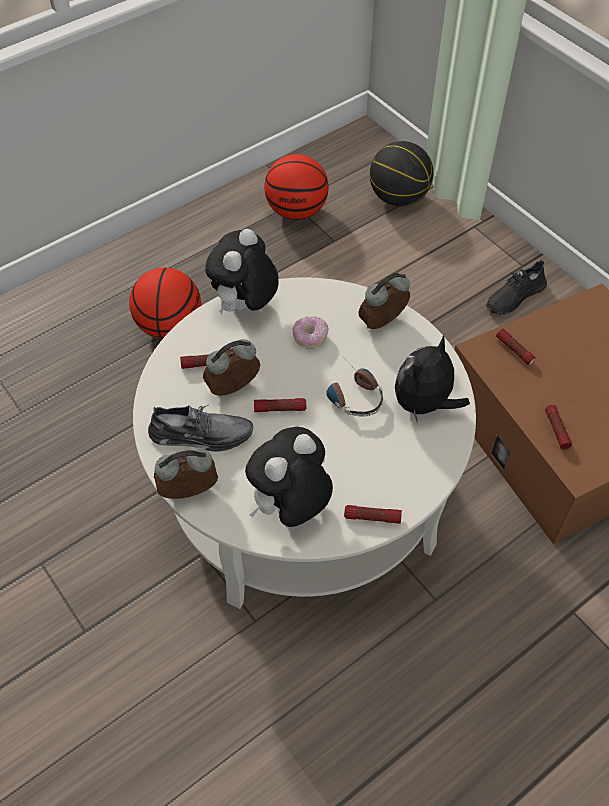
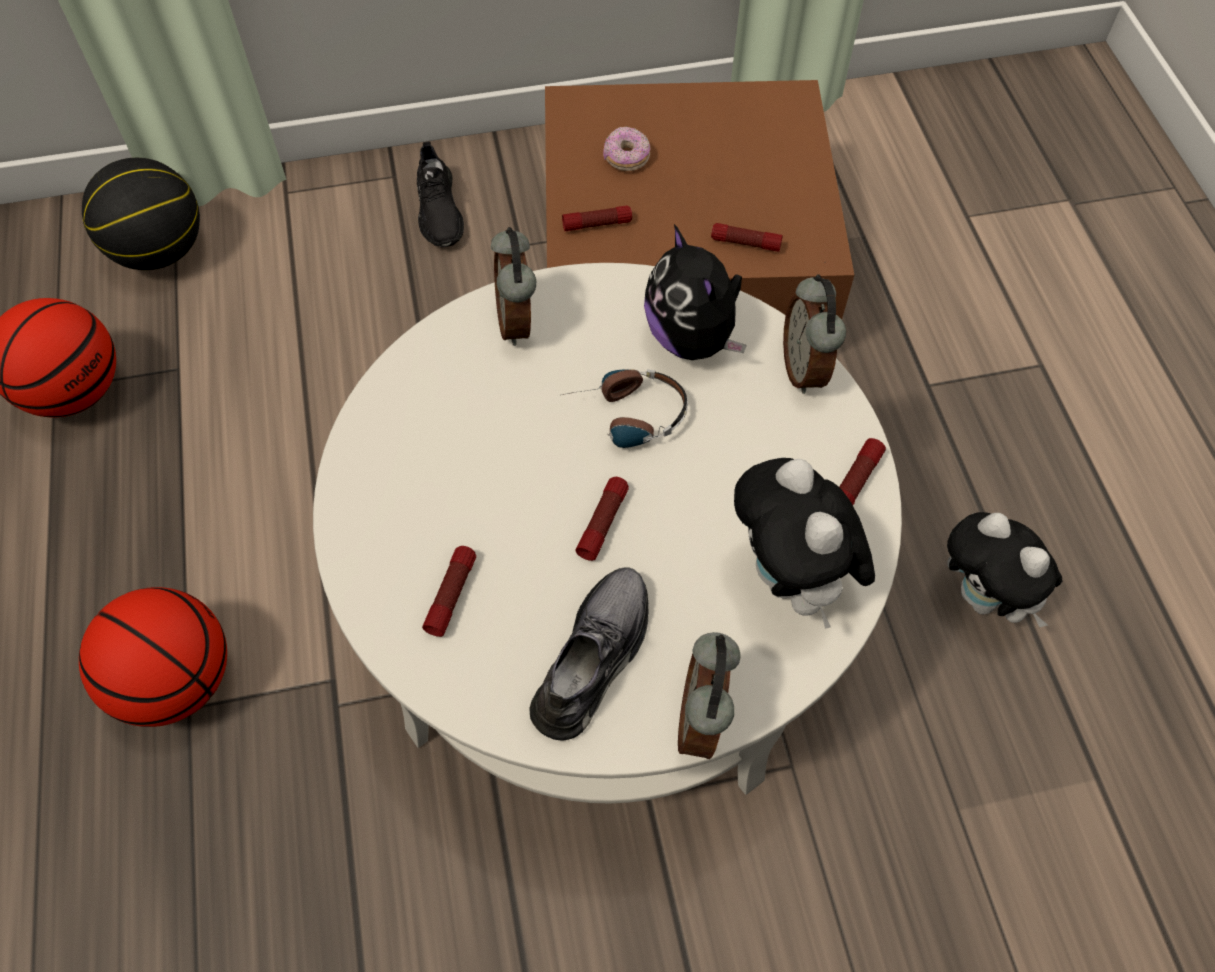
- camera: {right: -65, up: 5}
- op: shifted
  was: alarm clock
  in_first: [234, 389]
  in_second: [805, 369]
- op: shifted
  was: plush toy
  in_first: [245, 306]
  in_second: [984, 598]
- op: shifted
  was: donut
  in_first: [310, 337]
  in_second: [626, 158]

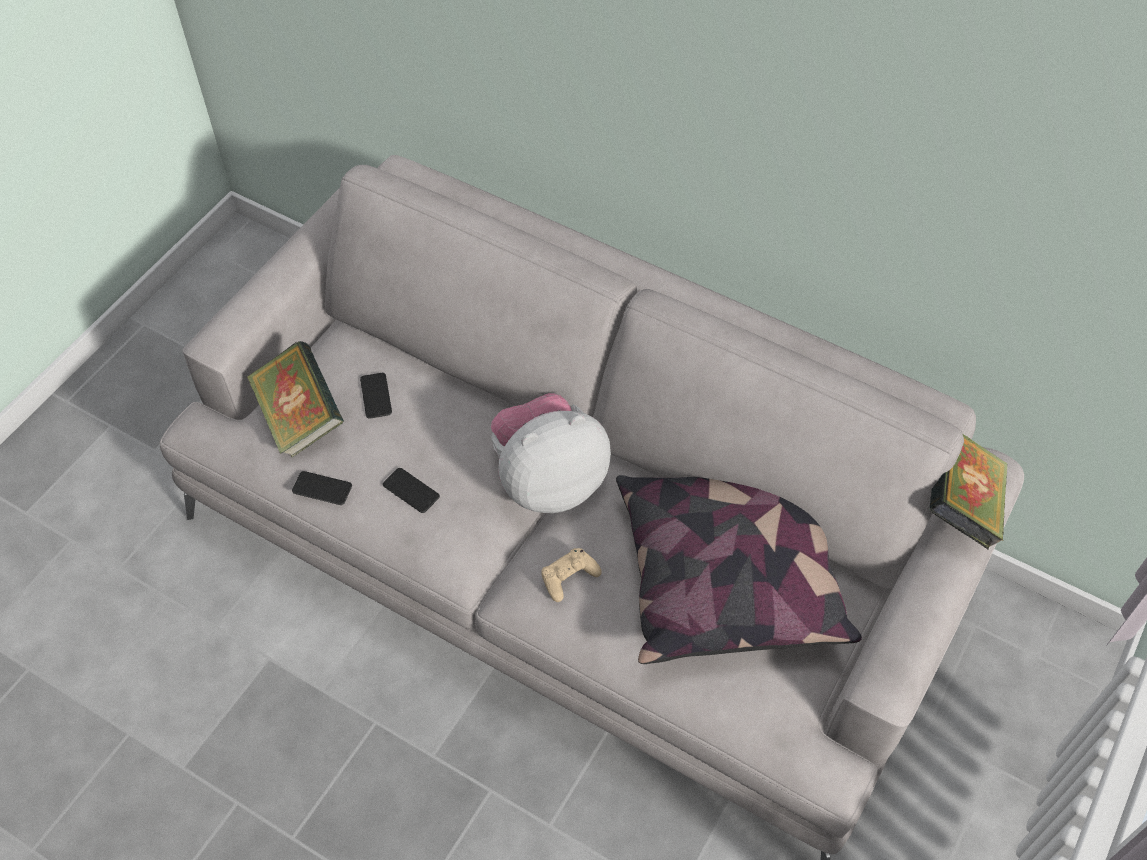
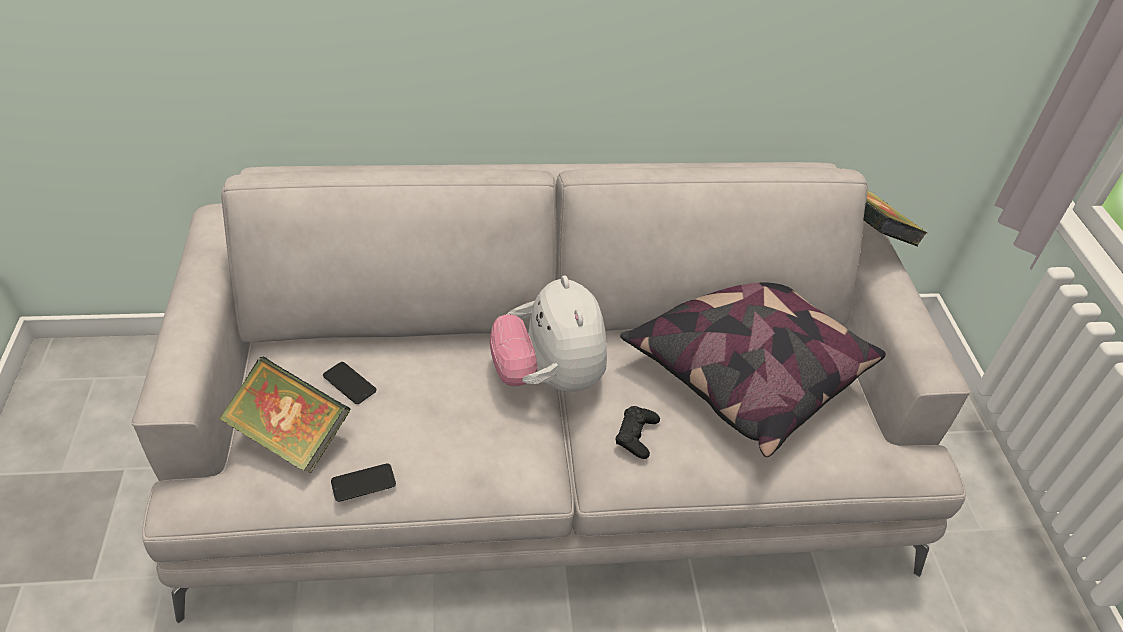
- camera: {right: -40, up: -10}
- op: gone
  was: phone
  in_first: [411, 491]
- op: rotated
  was: plush toy
  in_first: [548, 480]
  in_second: [548, 377]
  clockwise: -45
- op: repainted
  was: beige game controller
  now: black game controller
  in_first: [569, 577]
  in_second: [636, 435]

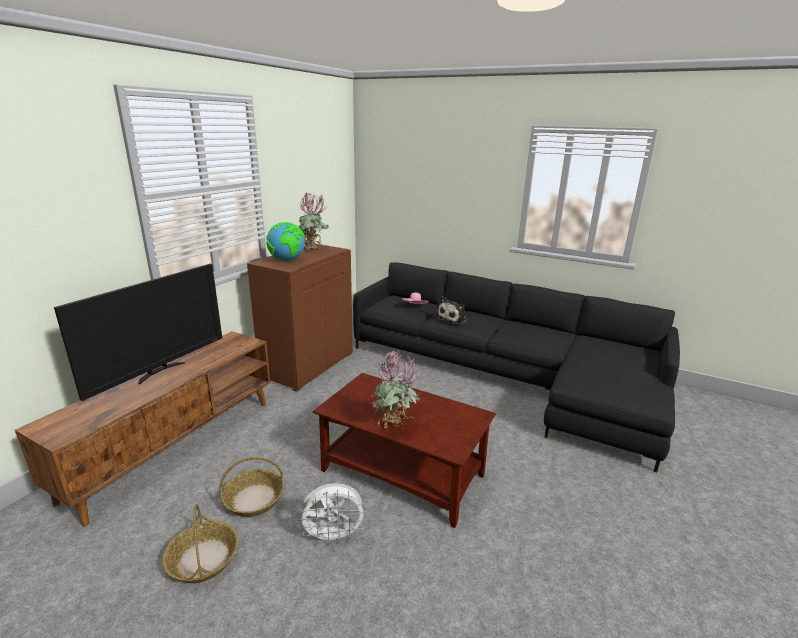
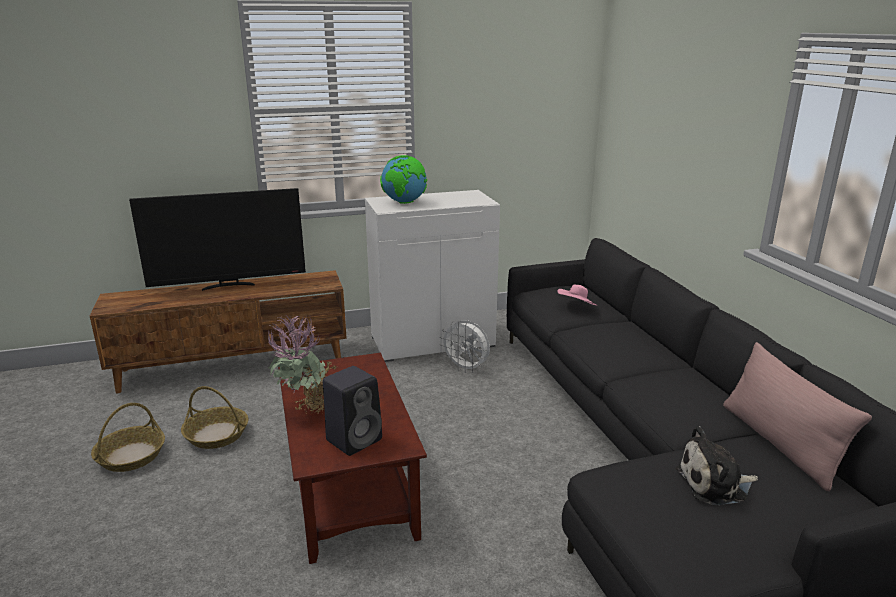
- camera: {right: 45, up: 0}
- op: repainted
  was: brown cabinet
  now: white cabinet
  in_first: [308, 365]
  in_second: [432, 341]
- op: shifted
  was: white fan
  in_first: [334, 536]
  in_second: [466, 368]
- op: gone
  was: potted plant
  in_first: [314, 250]
- op: shifted
  was: plush toy
  in_first: [453, 319]
  in_second: [715, 484]
- op: new
  now: black speaker
  in_second: [355, 439]
- op: new
  now: pink pillow
  in_second: [779, 443]

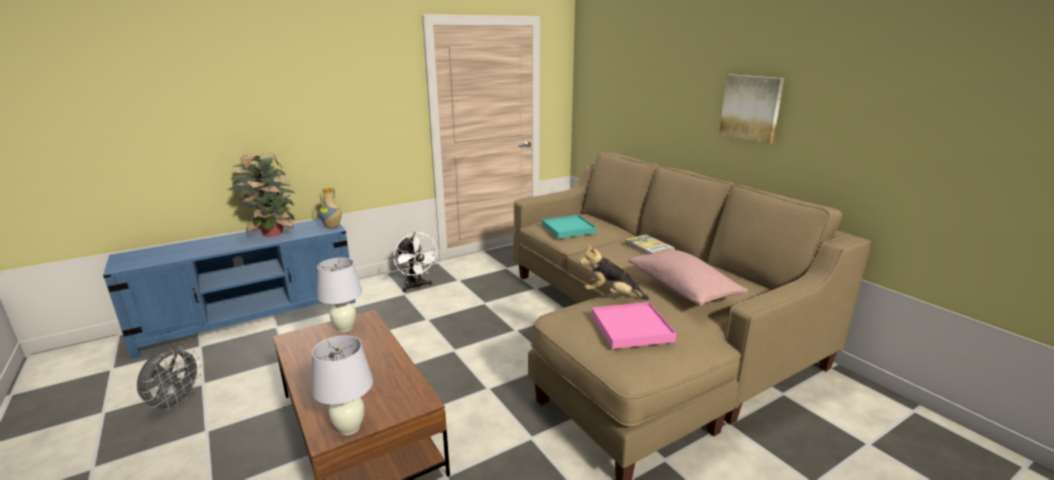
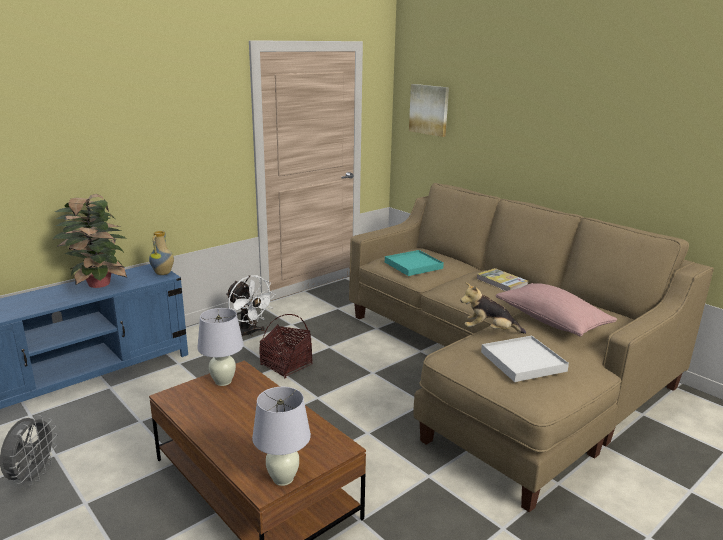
- camera: {right: -10, up: 0}
- op: repainted
  was: pink tray
  now: white tray
  in_first: [631, 328]
  in_second: [523, 361]
- op: shifted
  was: picture
  in_first: [751, 107]
  in_second: [429, 109]
- op: new
  now: basket
  in_second: [286, 365]

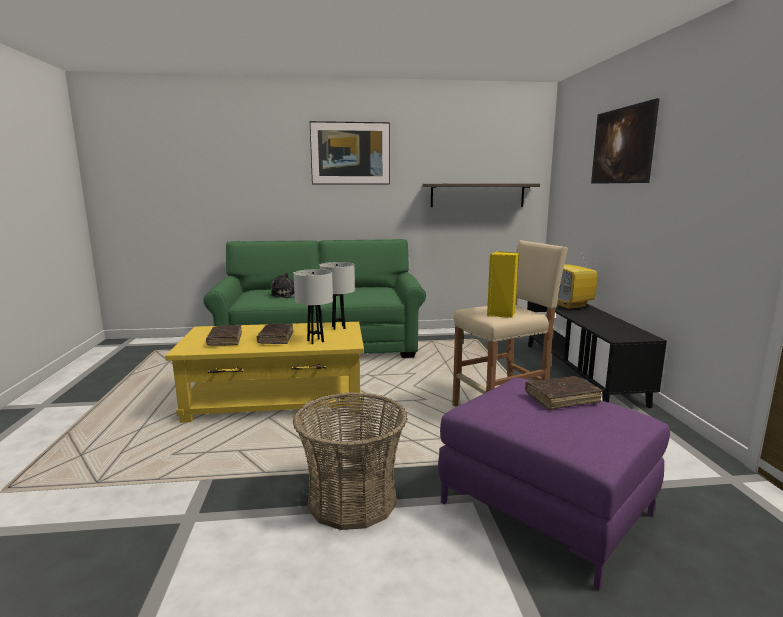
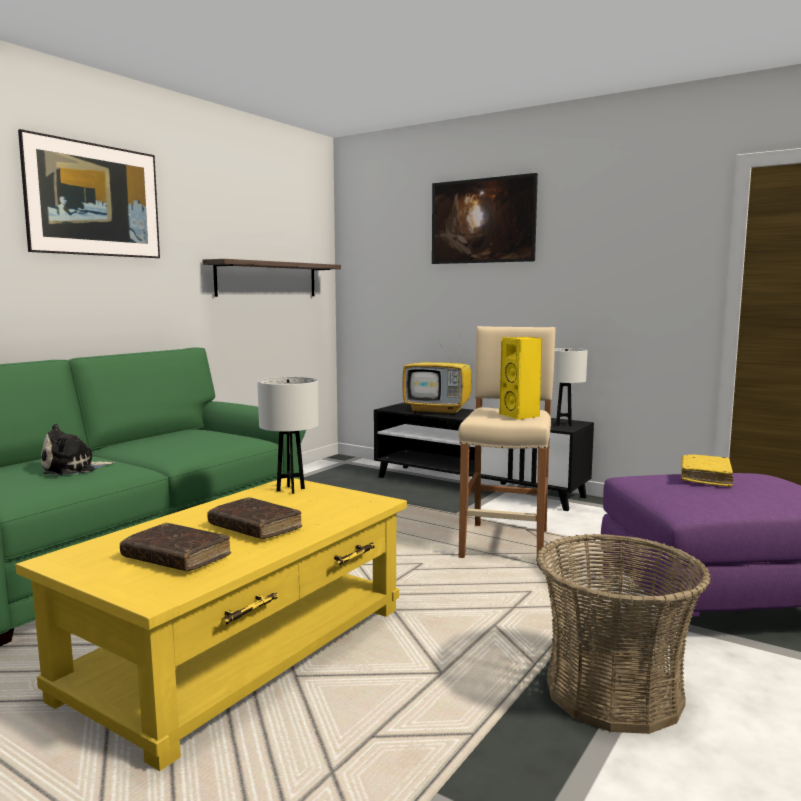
- camera: {right: -50, up: -5}
- op: shifted
  was: white table lamp
  in_first: [315, 341]
  in_second: [564, 424]
- op: repainted
  was: brown book
  now: yellow book
  in_first: [562, 398]
  in_second: [705, 477]

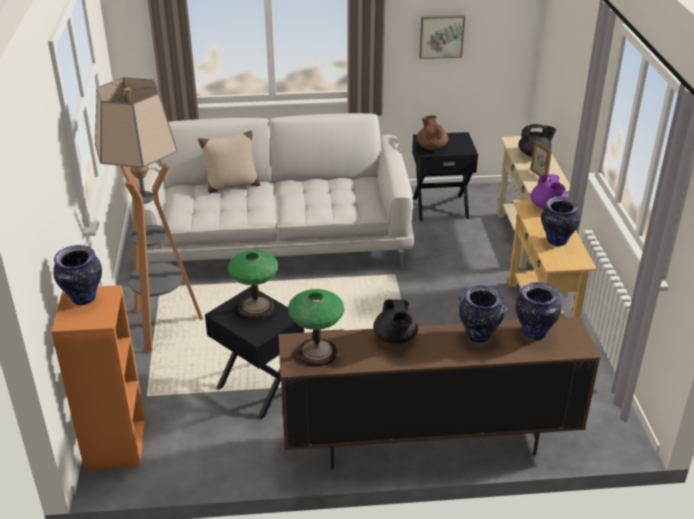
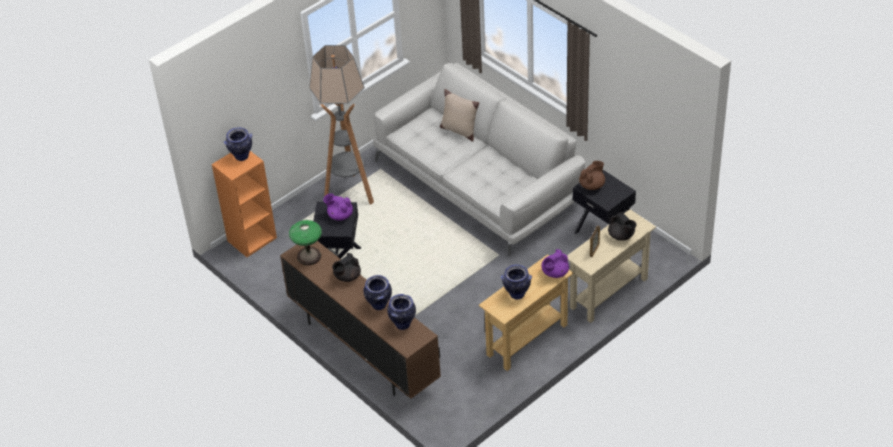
- camera: {right: 55, up: 10}
- op: swapped
  was: table lamp
  now: purple teapot
  in_first: [255, 308]
  in_second: [340, 215]
- op: gone
  was: picture
  in_first: [441, 36]

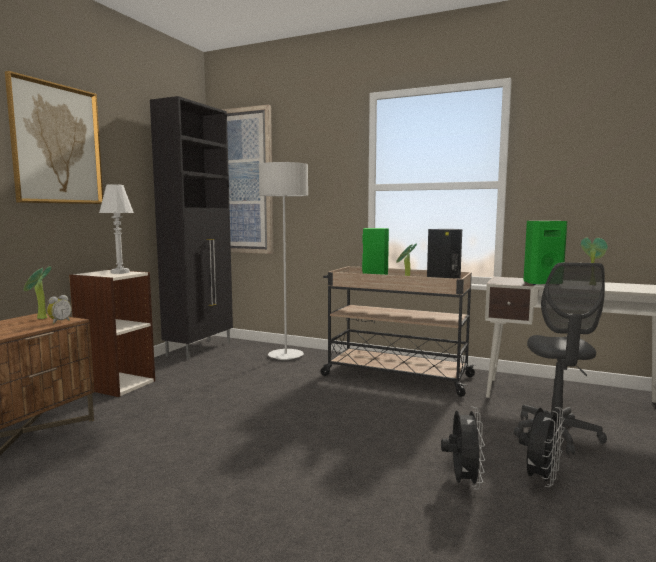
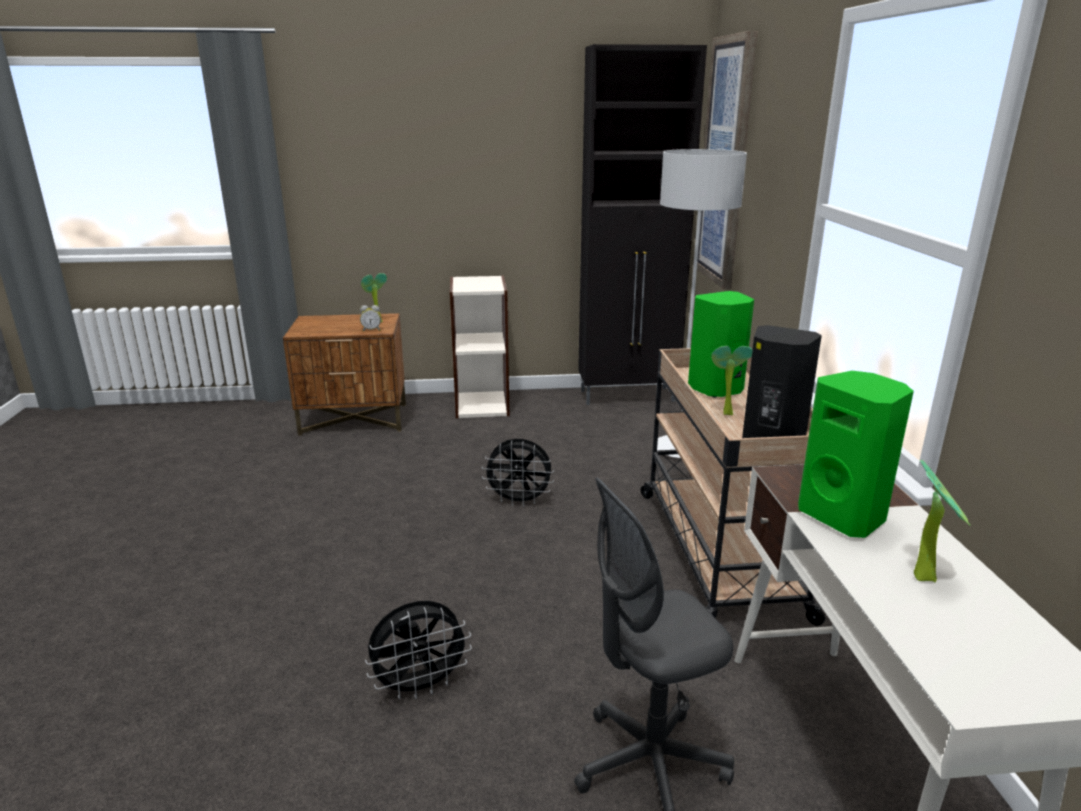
- camera: {right: 60, up: 15}
- op: gone
  was: picture
  in_first: [57, 144]
- op: gone
  was: white table lamp
  in_first: [120, 272]
- op: shifted
  was: black fan
  in_first: [540, 479]
  in_second: [519, 501]

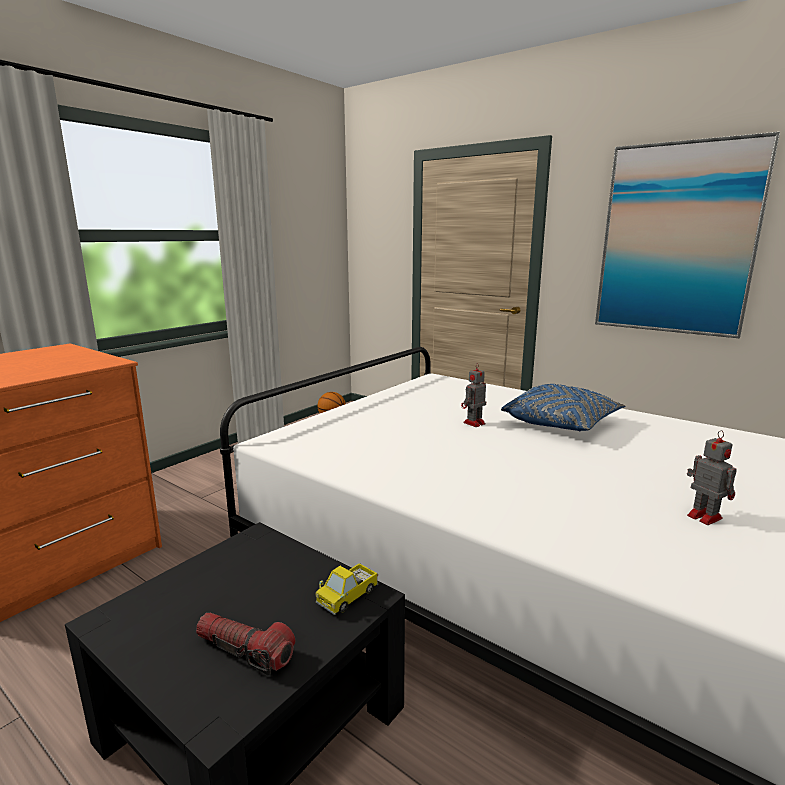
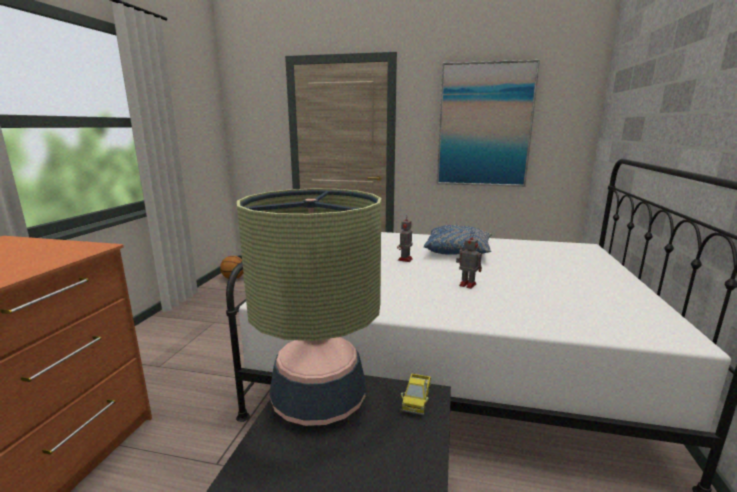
- camera: {right: -25, up: 0}
- op: gone
  was: flashlight
  in_first: [245, 651]
- op: shifted
  was: toy robot
  in_first: [703, 516]
  in_second: [466, 284]
- op: new
  now: table lamp
  in_second: [319, 400]

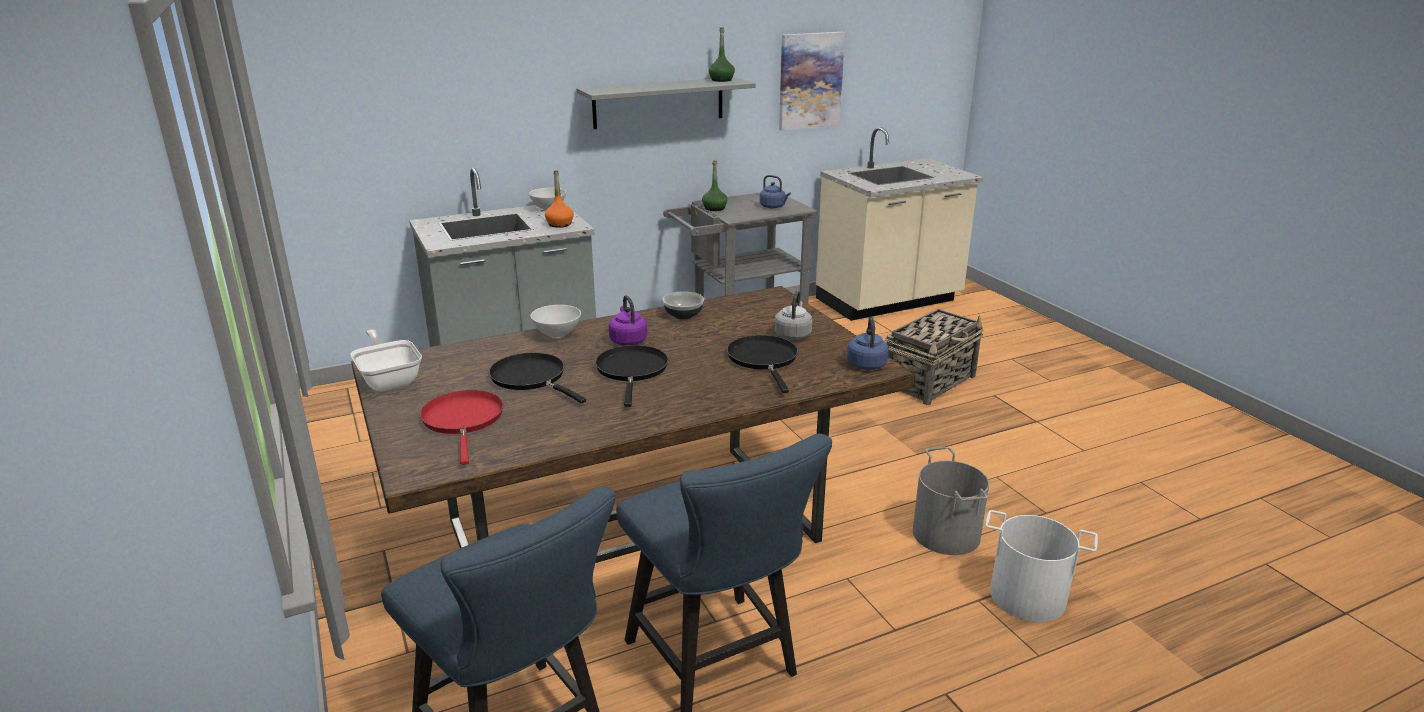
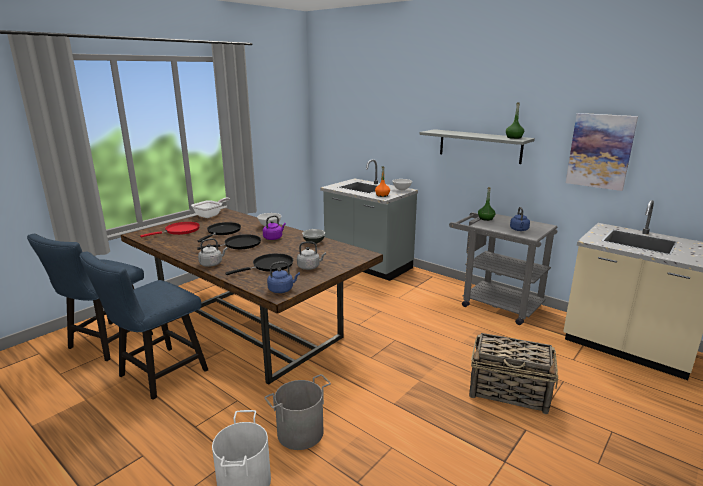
- camera: {right: 65, up: -5}
- op: new
  now: grey kettle
  in_second: [212, 264]

